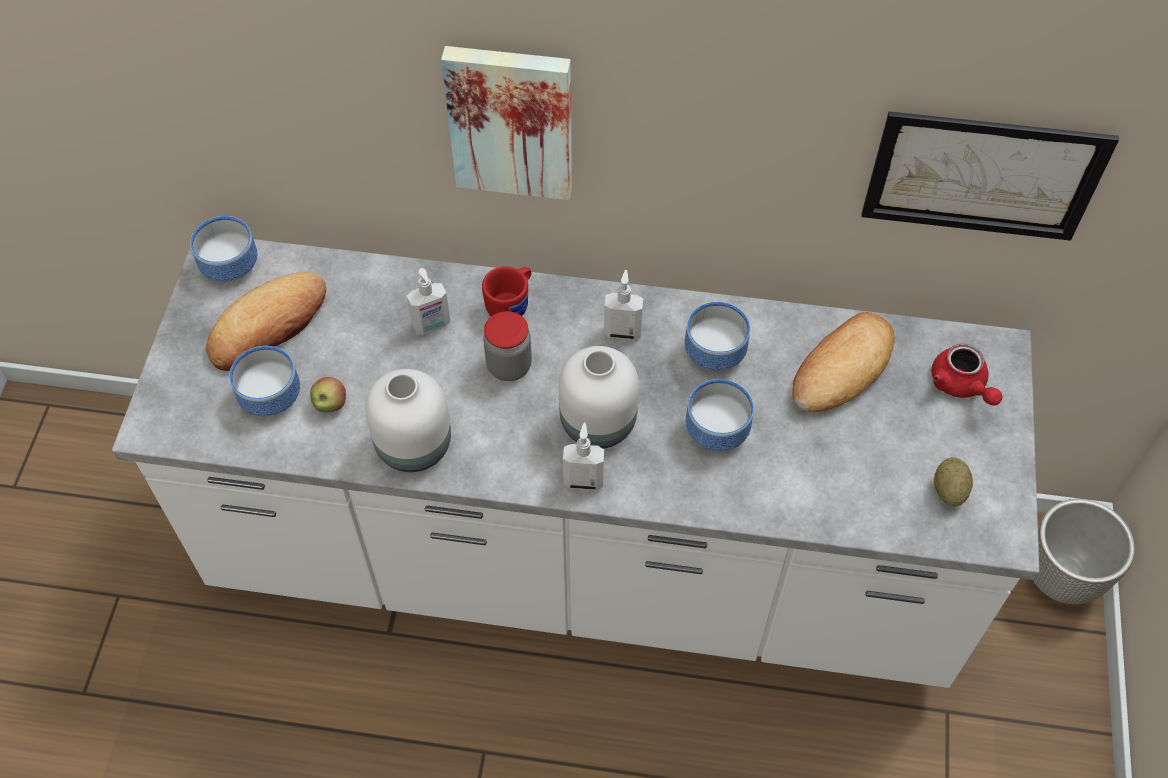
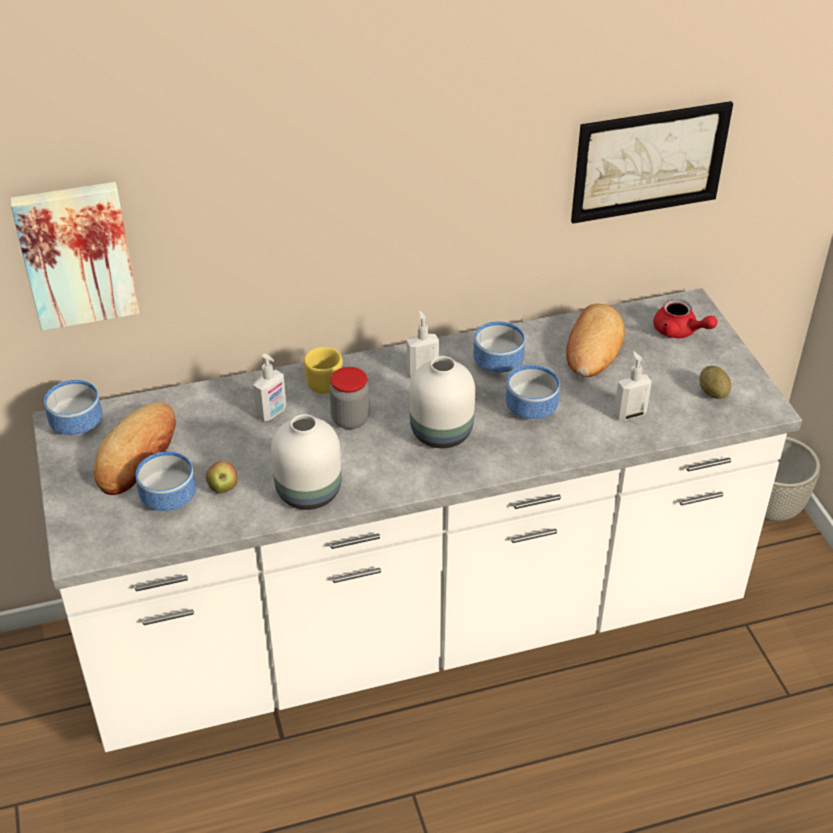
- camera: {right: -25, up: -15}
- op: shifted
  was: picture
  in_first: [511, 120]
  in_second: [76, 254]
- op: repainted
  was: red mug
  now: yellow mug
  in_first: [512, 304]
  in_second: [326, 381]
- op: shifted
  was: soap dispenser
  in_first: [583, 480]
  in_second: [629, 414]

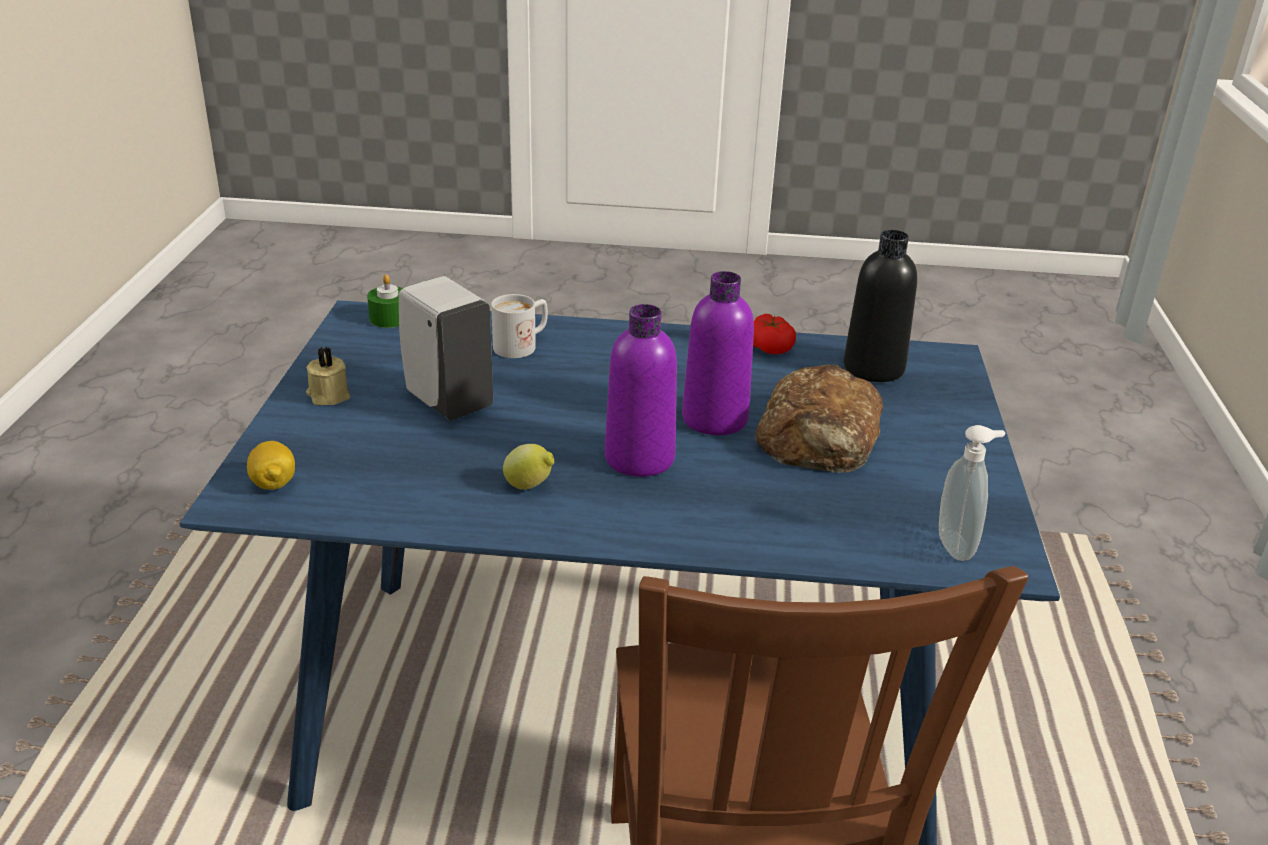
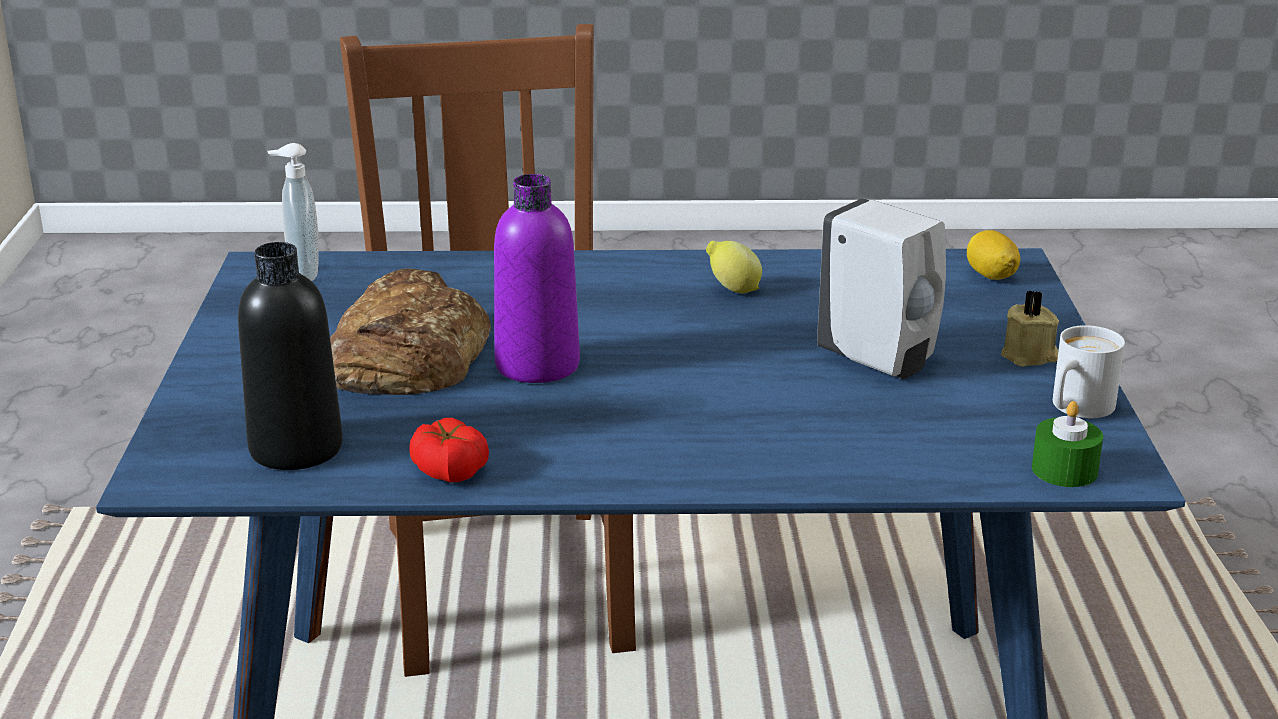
- camera: {right: 175, up: -5}
- op: shifted
  was: white mug
  in_first: [522, 345]
  in_second: [1076, 409]
- op: gone
  was: purple bottle
  in_first: [639, 458]

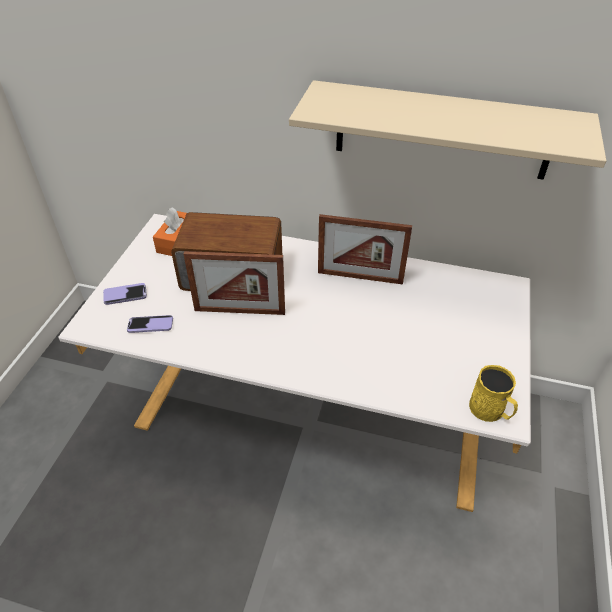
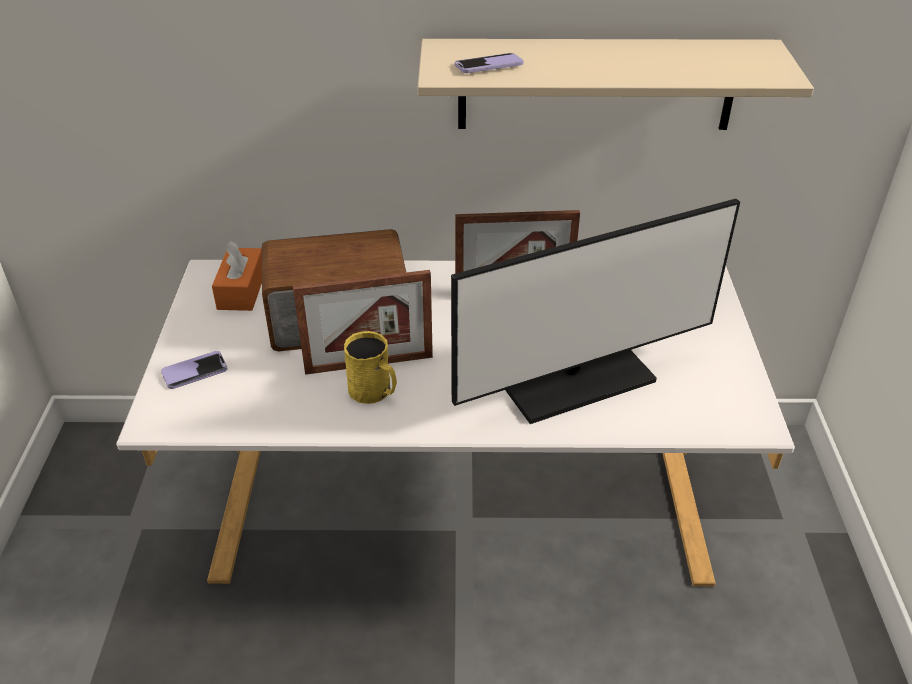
- camera: {right: -15, up: -5}
- op: shifted
  was: phone
  in_first: [150, 325]
  in_second: [489, 65]
- op: shifted
  was: yellow mug
  in_first: [490, 411]
  in_second: [374, 392]
- op: new
  now: monitor
  in_second: [577, 381]

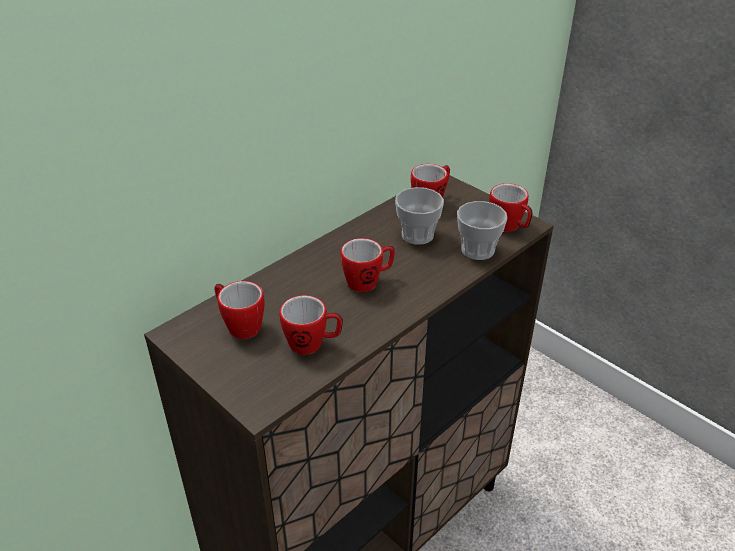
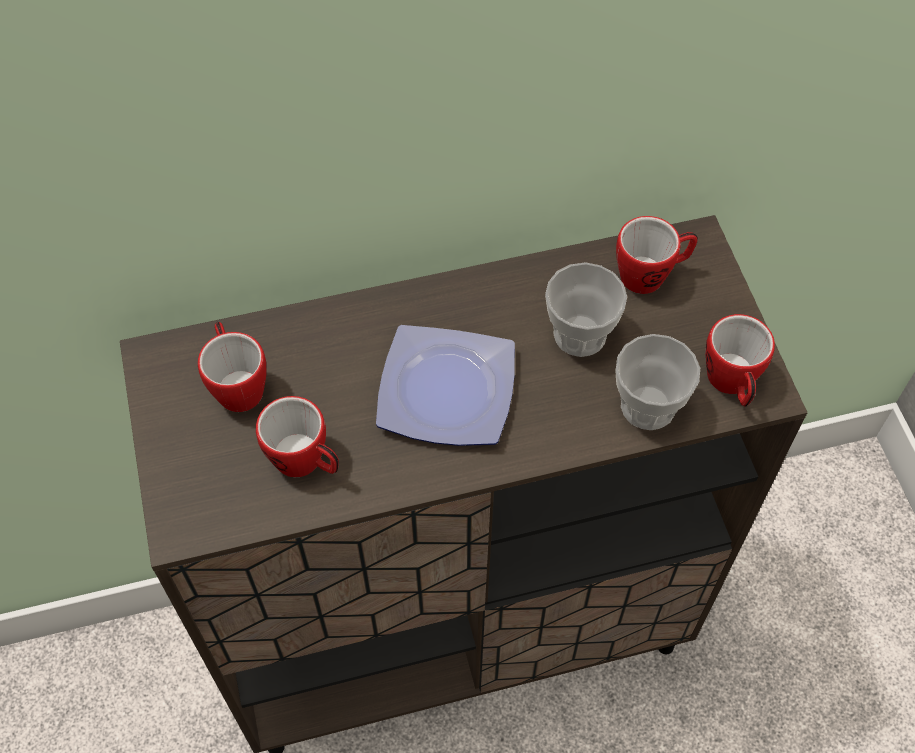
- camera: {right: 30, up: 20}
- op: swapped
  was: mug
  now: plate
  in_first: [368, 281]
  in_second: [449, 389]

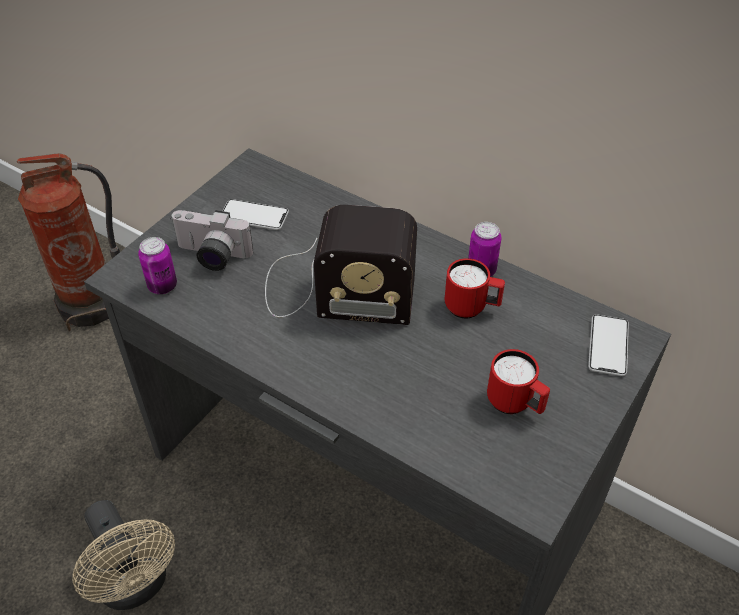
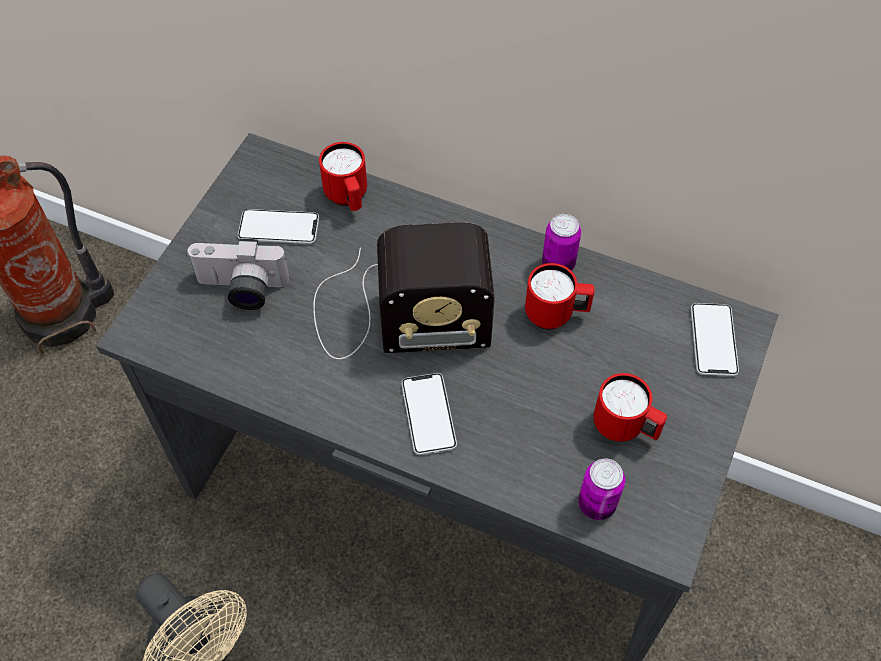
- camera: {right: -10, up: 10}
- op: shifted
  was: can
  in_first: [162, 286]
  in_second: [596, 504]
- op: new
  now: red mug
  in_second: [348, 198]
- op: new
  now: phone
  in_second: [428, 414]

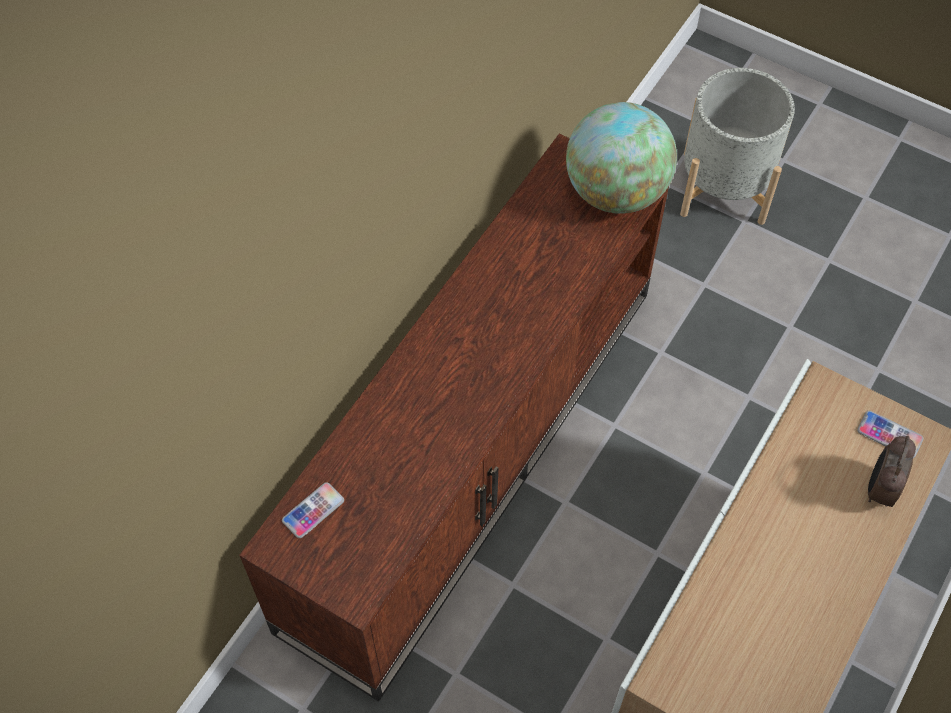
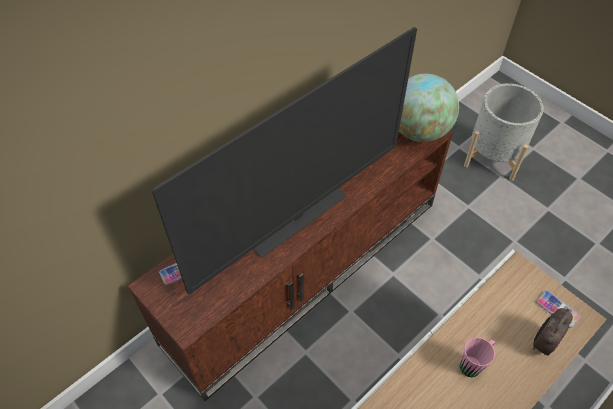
- camera: {right: 15, up: -5}
- op: new
  now: television
  in_second: [298, 219]
- op: new
  now: pink mug
  in_second: [474, 363]

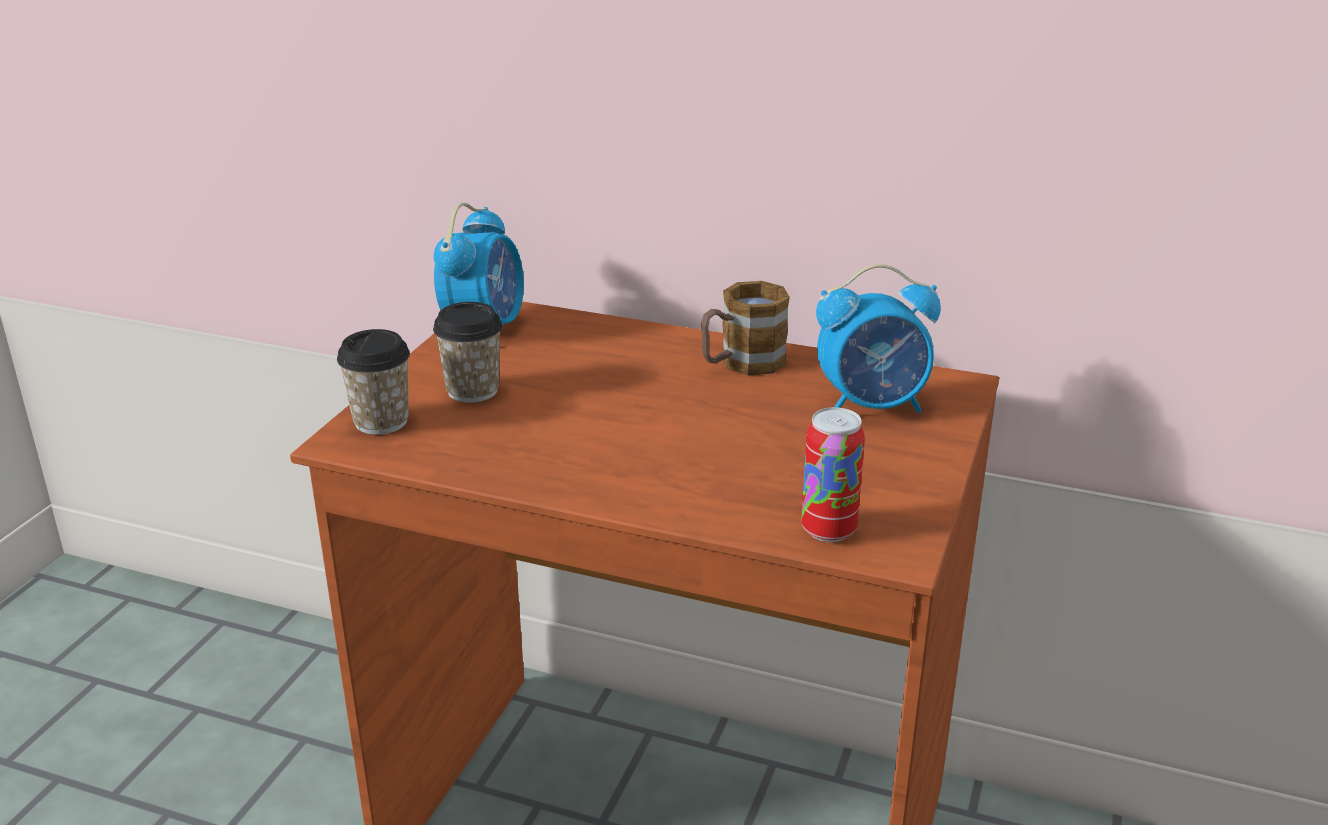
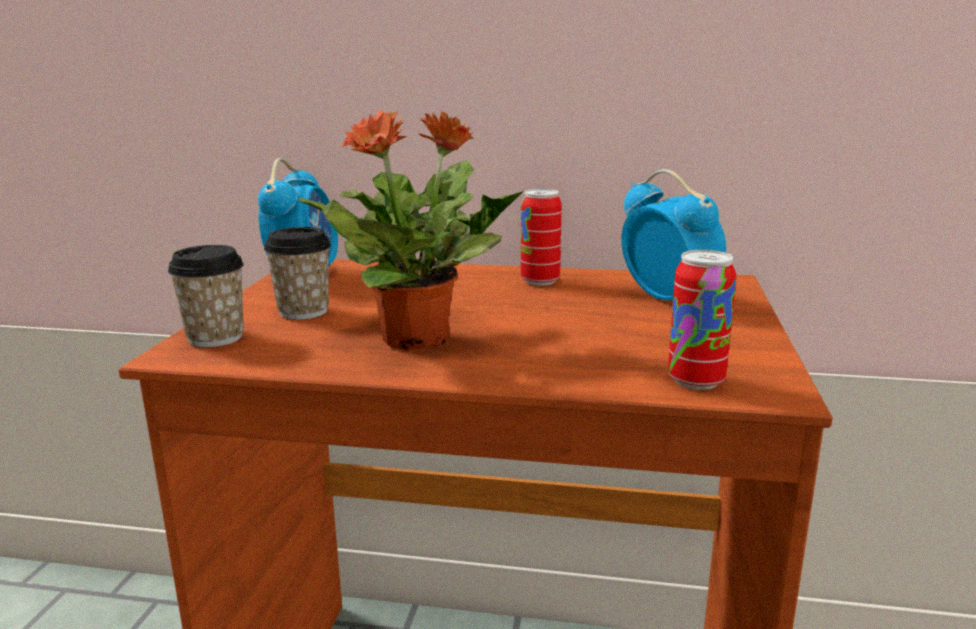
- camera: {right: -10, up: -10}
- op: swapped
  was: mug
  now: can
  in_first: [741, 364]
  in_second: [540, 281]
- op: rotated
  was: alarm clock
  in_first: [873, 406]
  in_second: [669, 298]
  clockwise: -105
- op: new
  now: potted plant
  in_second: [419, 338]

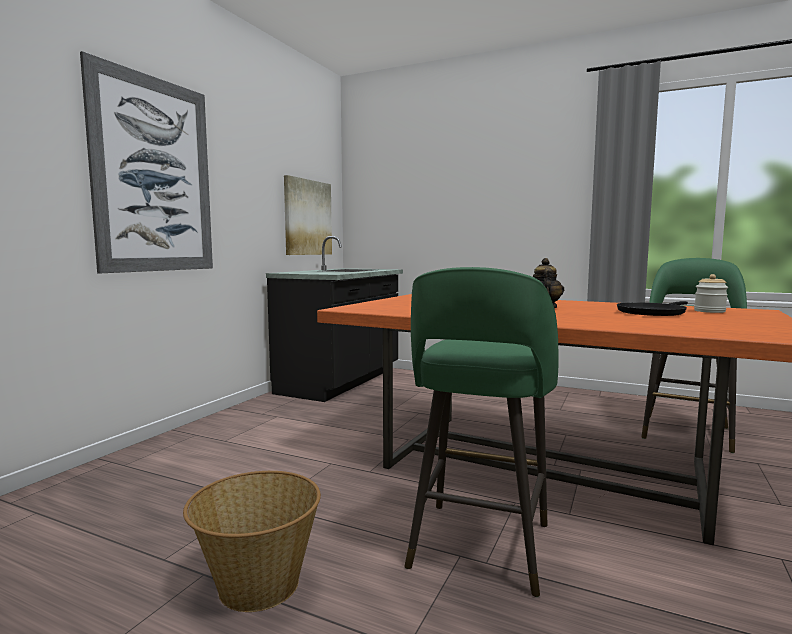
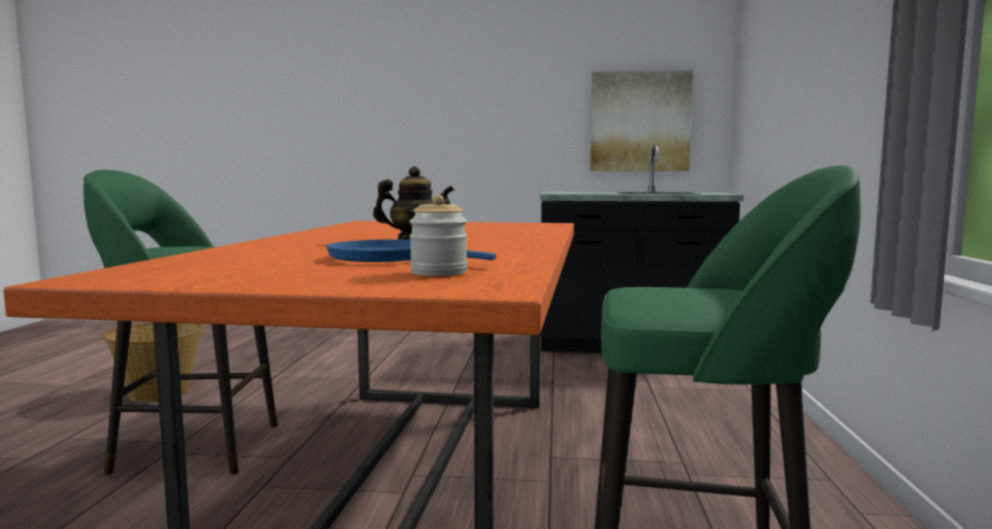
- camera: {right: 70, up: 0}
- op: gone
  was: picture
  in_first: [154, 175]
- op: repainted
  was: black frying pan
  now: blue frying pan
  in_first: [652, 313]
  in_second: [389, 258]

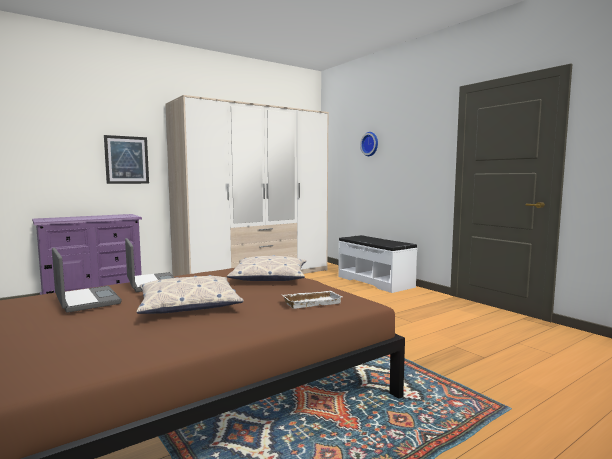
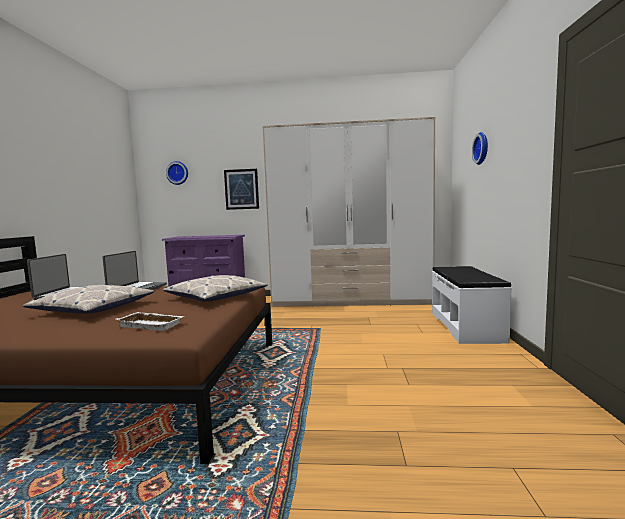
- camera: {right: 40, up: 0}
- op: new
  now: wall clock
  in_second: [178, 173]

